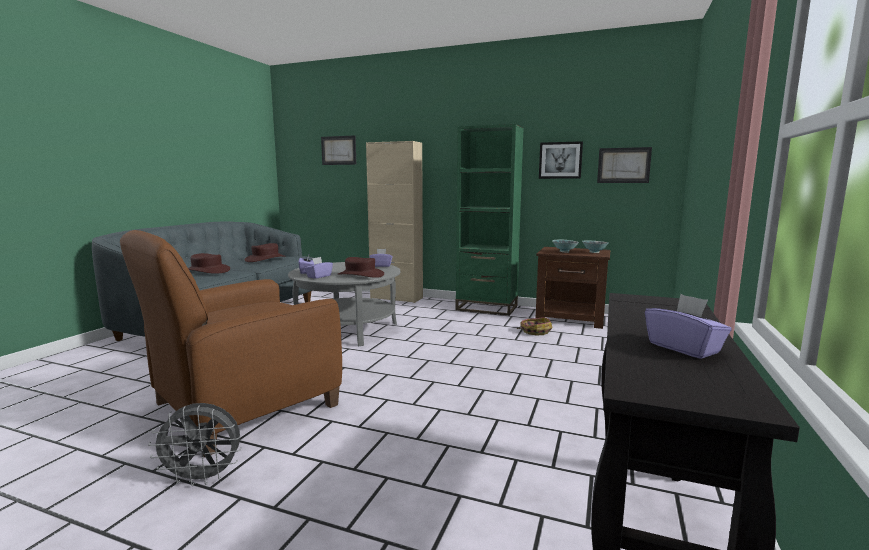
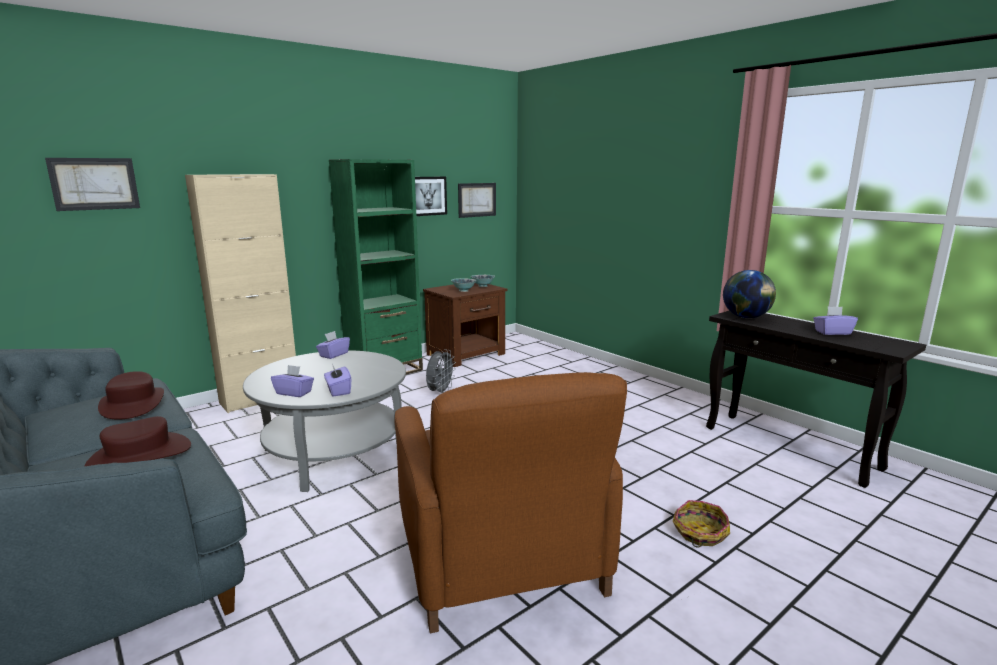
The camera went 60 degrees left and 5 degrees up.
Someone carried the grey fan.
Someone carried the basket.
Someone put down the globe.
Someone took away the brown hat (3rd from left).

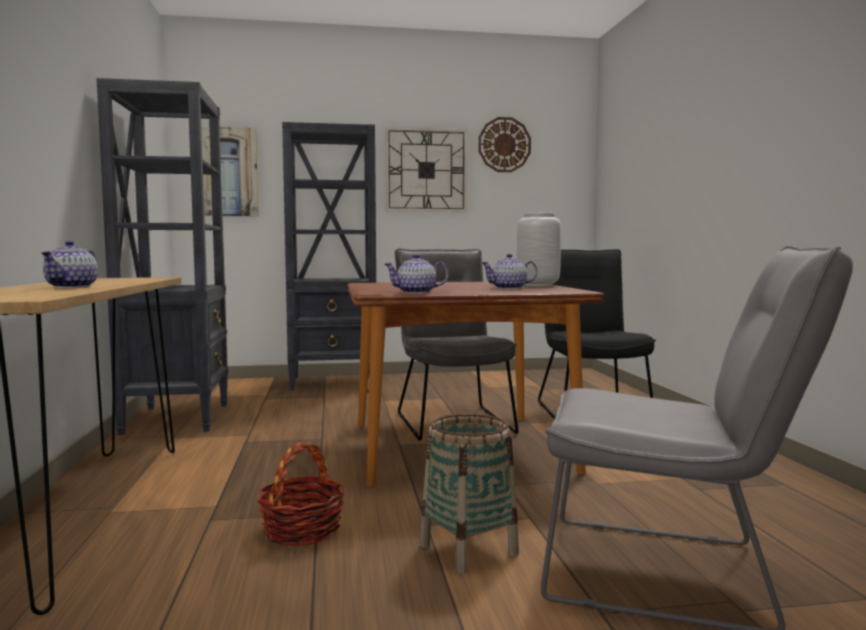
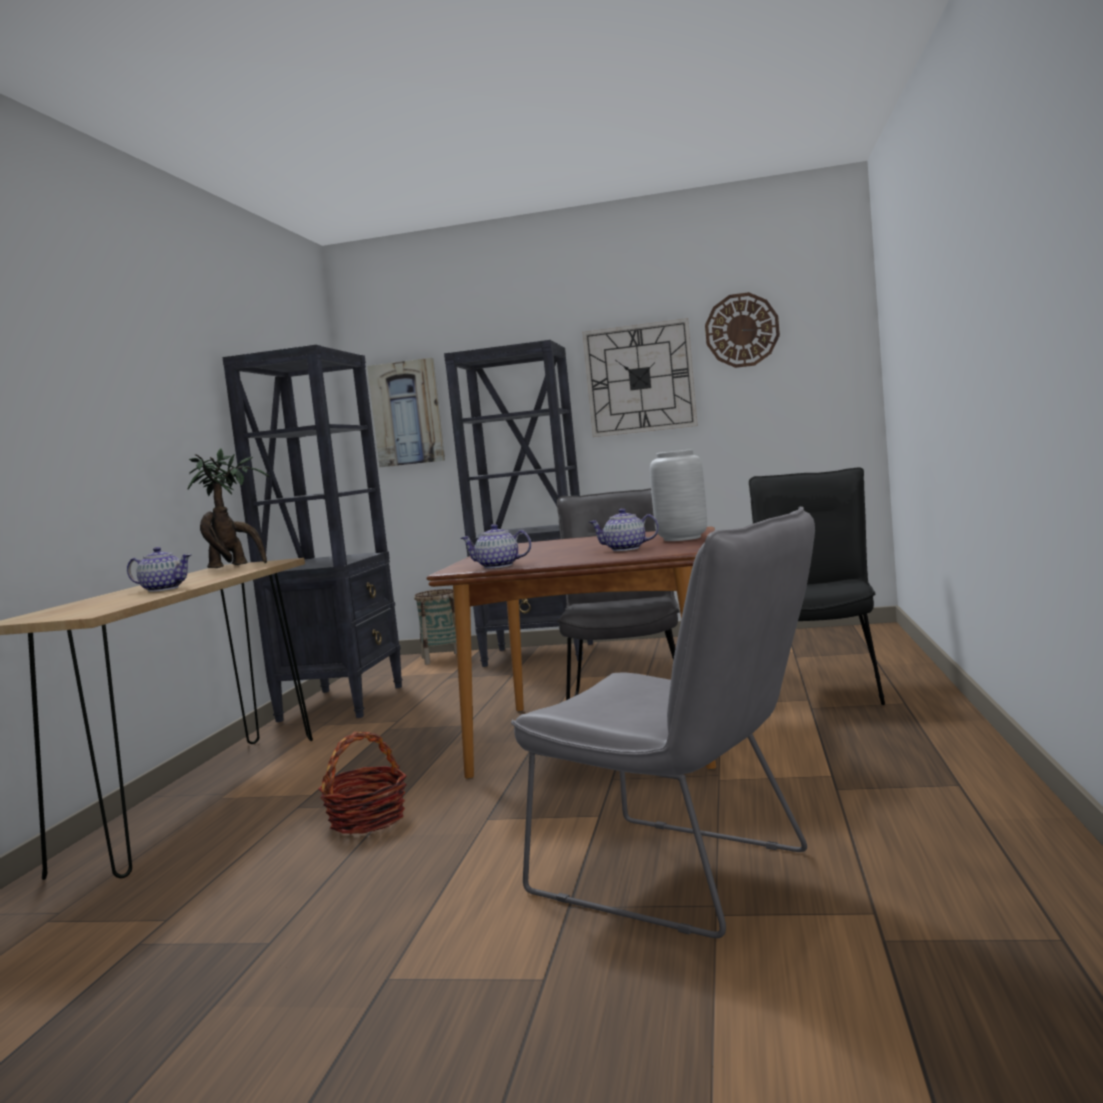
The camera went 20 degrees right and 0 degrees up.
Someone rotated the teapot (1st from left) by 105 degrees counterclockwise.
Someone put down the potted plant.
Someone carried the basket (2nd from left).

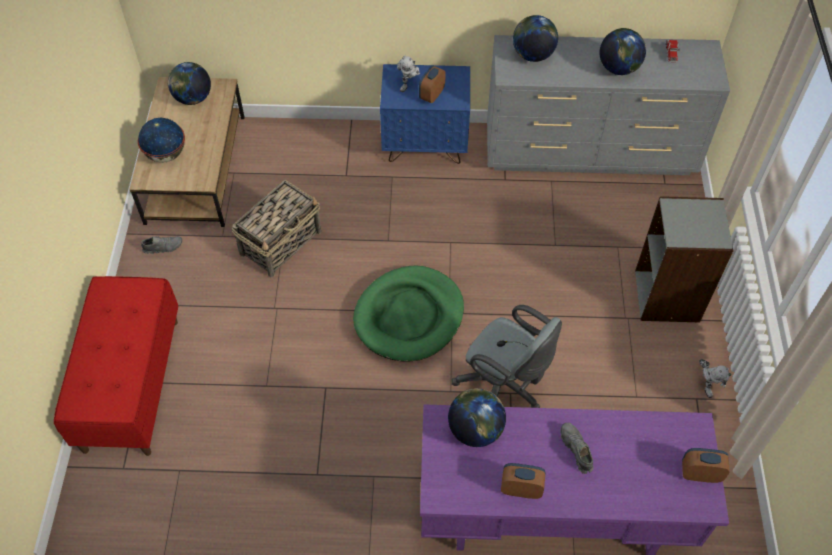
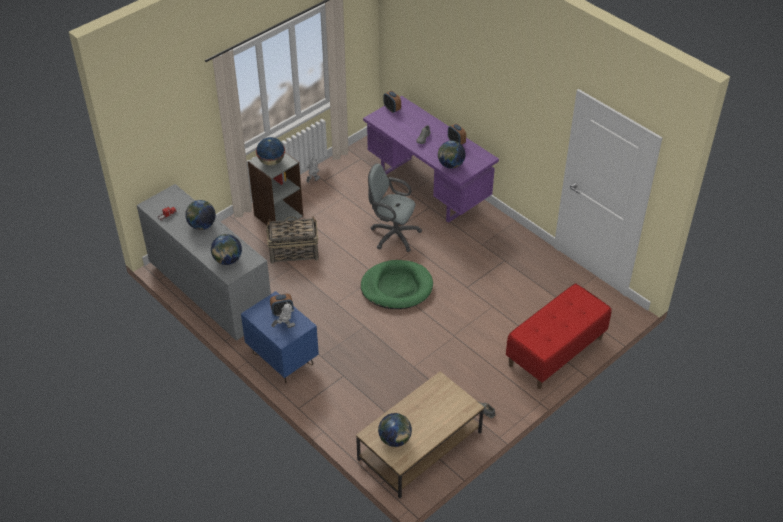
The camera went 135 degrees left and 10 degrees down.
Someone carried the globe (1st from left in the first image).
Someone carried the basket.
Someone rotated the grey office chair by 60 degrees counterclockwise.

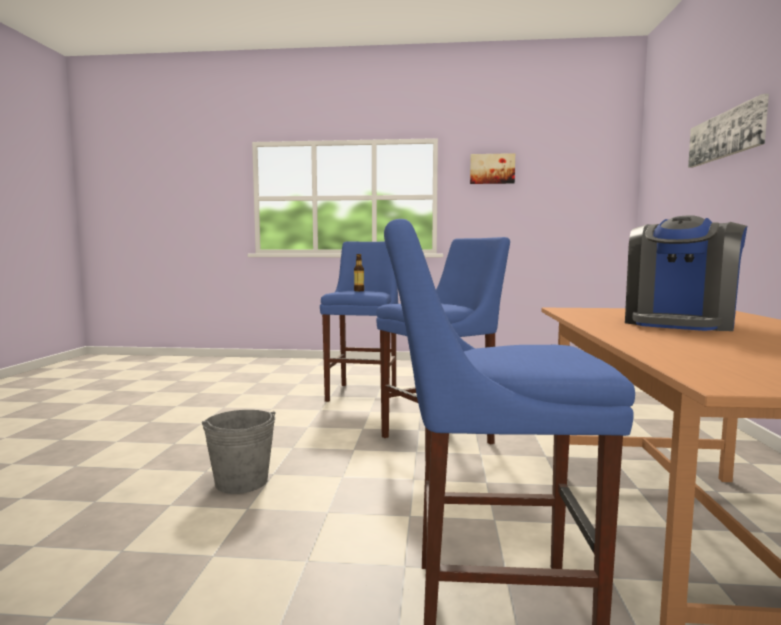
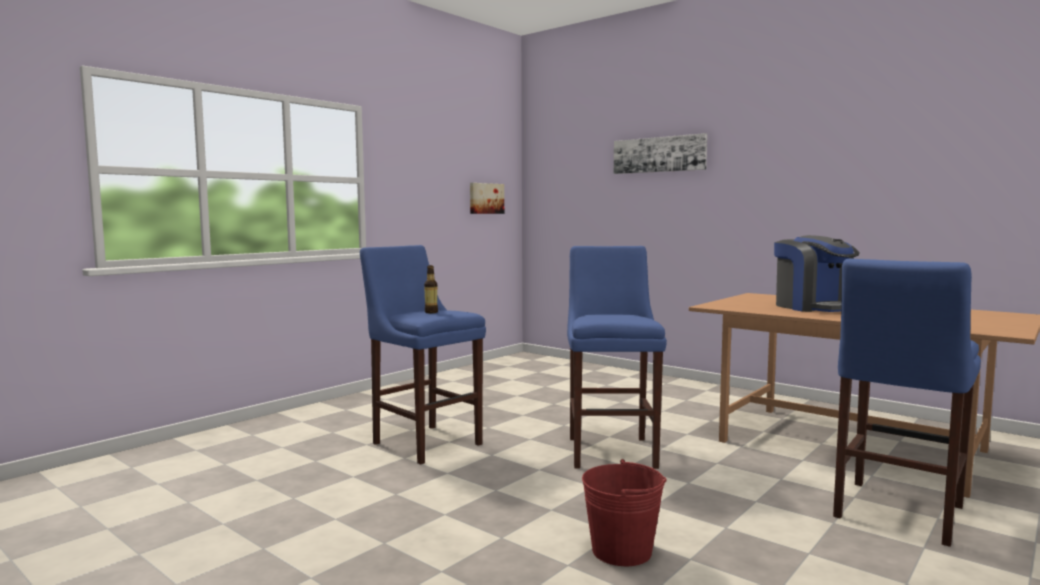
The camera went 55 degrees left and 0 degrees up.
Someone carried the picture (1st from left).
Someone repainted the grey bucket, which became the red bucket.

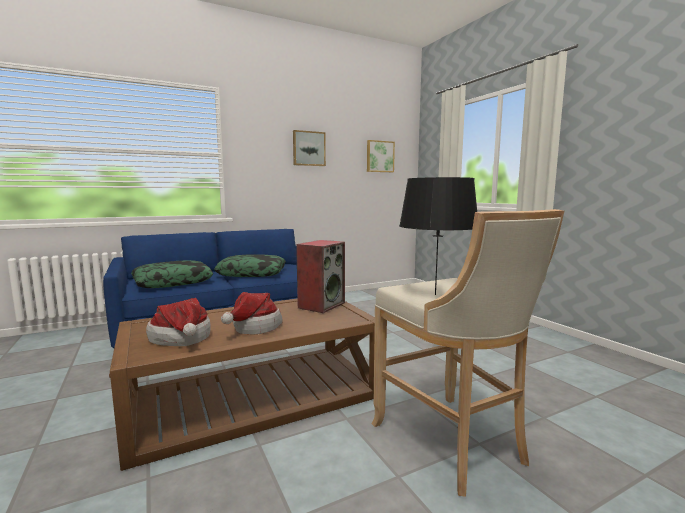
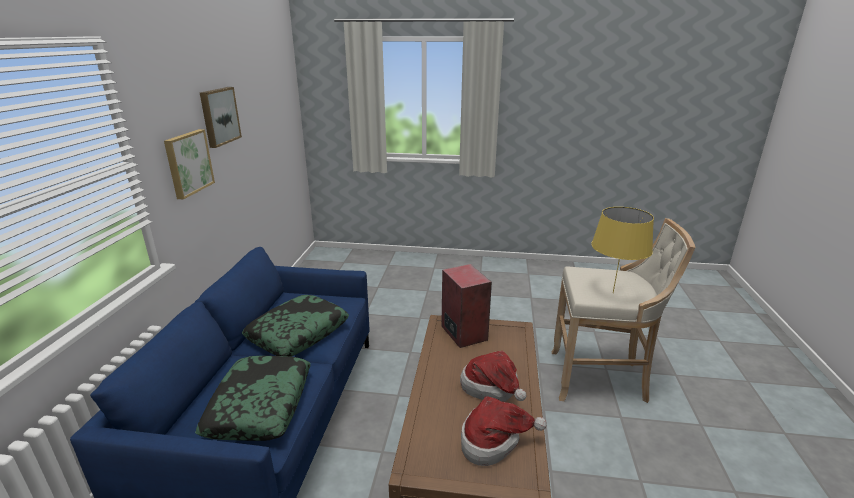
The camera went 55 degrees left and 15 degrees up.
Someone carried the picture (2nd from left in the first image).
Someone repainted the black table lamp, which became the yellow table lamp.

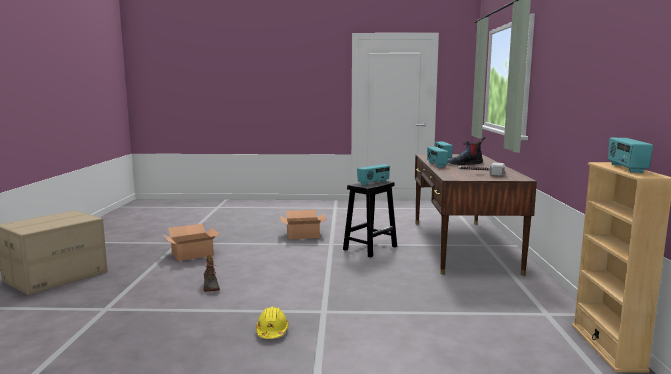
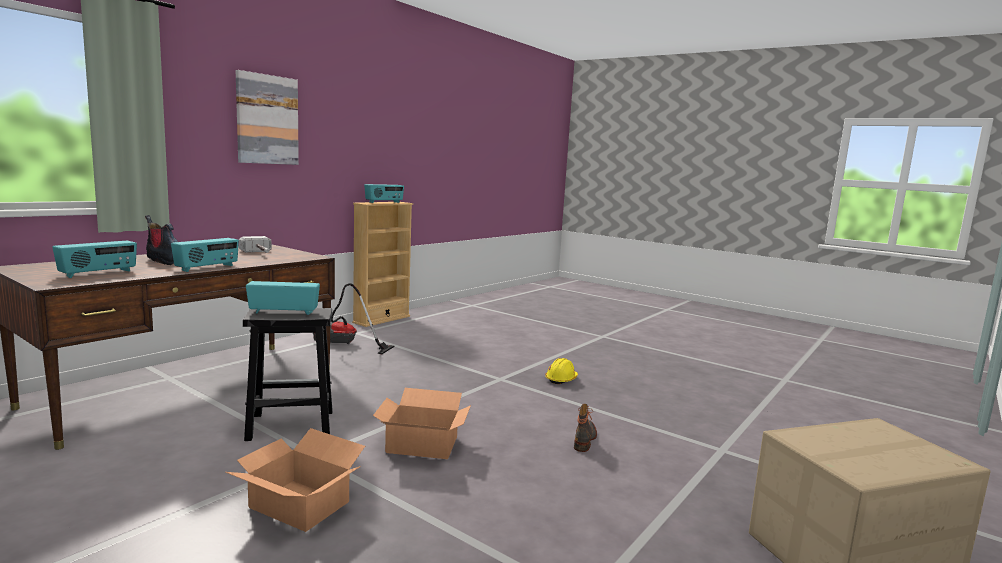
The camera went 145 degrees left and 0 degrees up.
Someone put up the picture.
Someone put down the vacuum cleaner.
Someone carried the cardboard box (2nd from left).

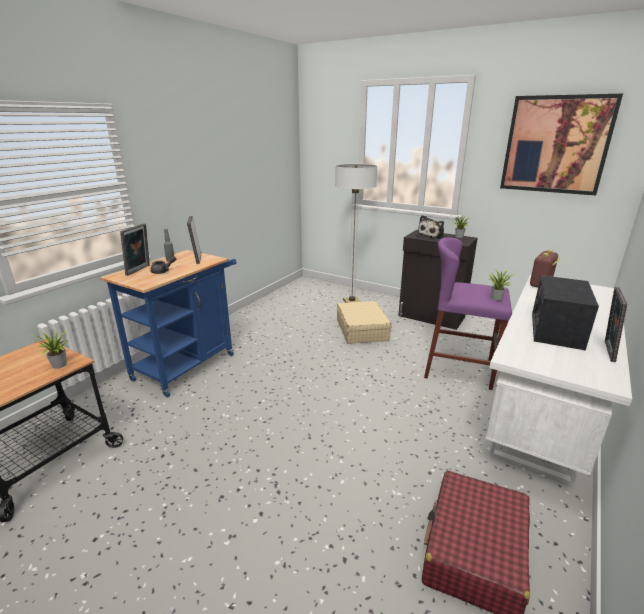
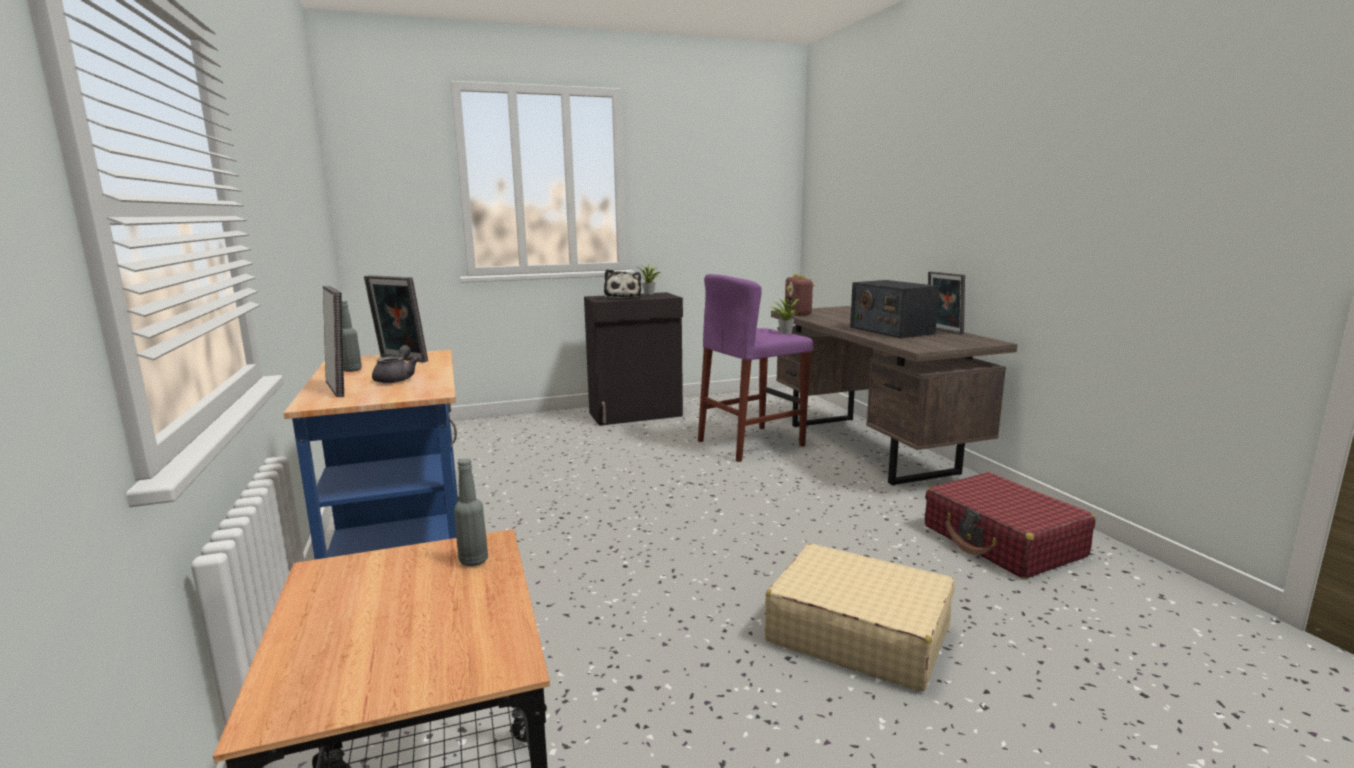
The camera went 50 degrees left and 10 degrees down.
Someone swapped the potted plant (1st from left) for the grey bottle (2nd from left).
Someone carried the beige suitcase.
Someone repainted the white desk, which became the brown desk.
Someone took away the floor lamp.
Someone took away the picture.

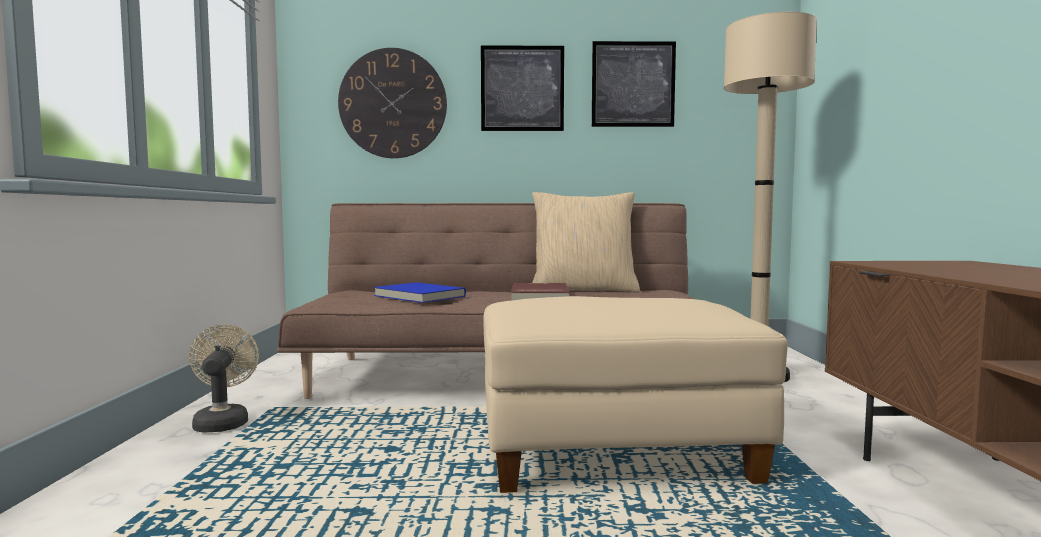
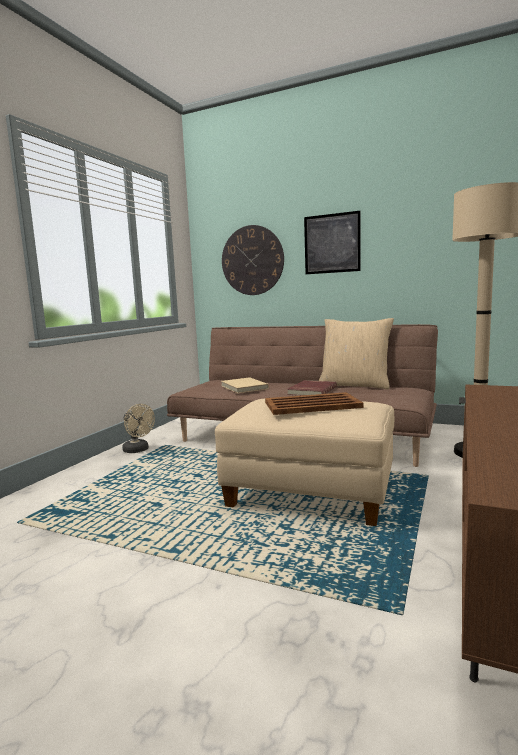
The camera went 25 degrees right and 5 degrees up.
Someone rotated the beige fan by 120 degrees clockwise.
Someone repainted the blue book, which became the beige book.
Someone put down the brown tray.
Someone took away the picture (2nd from left).

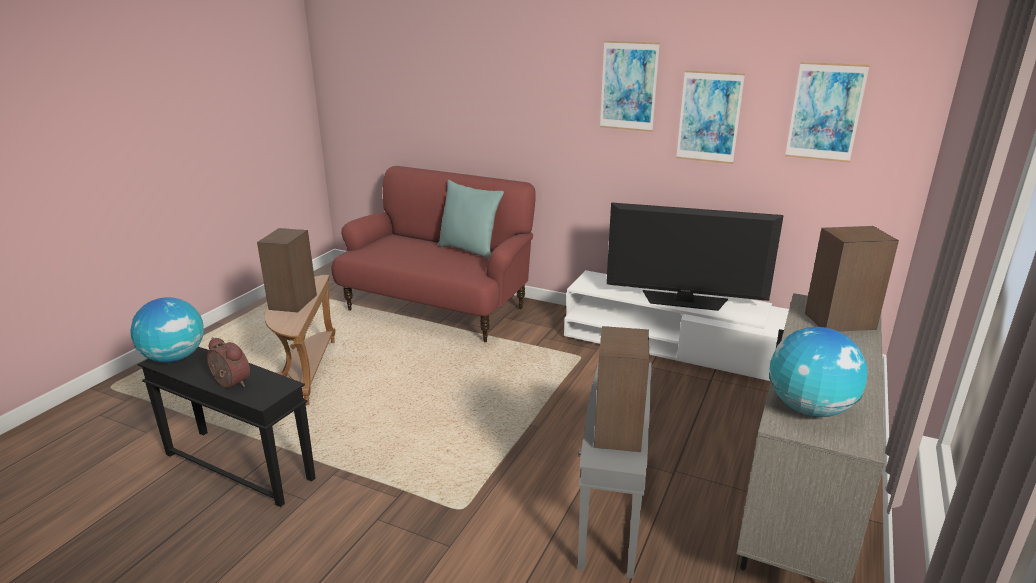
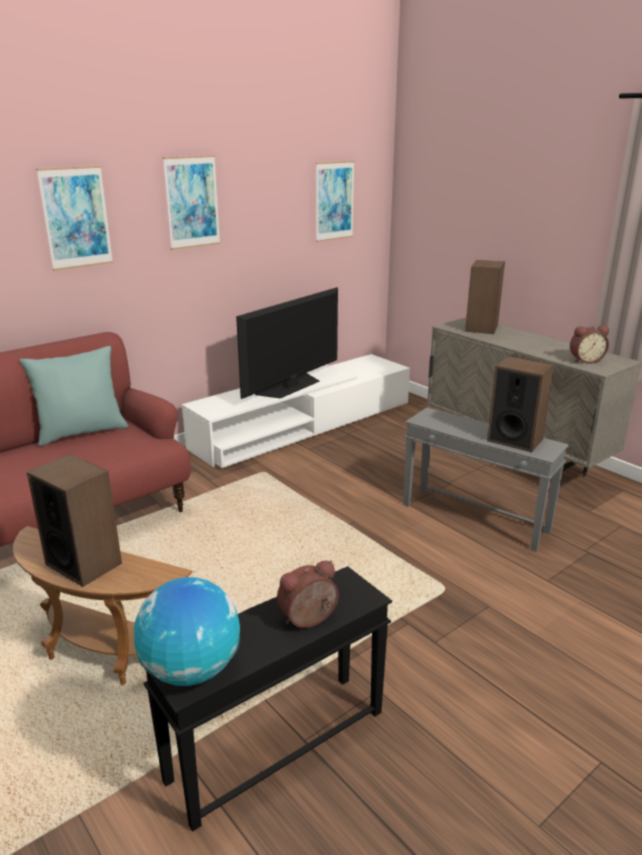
The camera went 65 degrees left and 0 degrees up.
Someone carried the picture (2nd from left in the first image).
Someone swapped the globe (2nd from left) for the alarm clock (2nd from left).

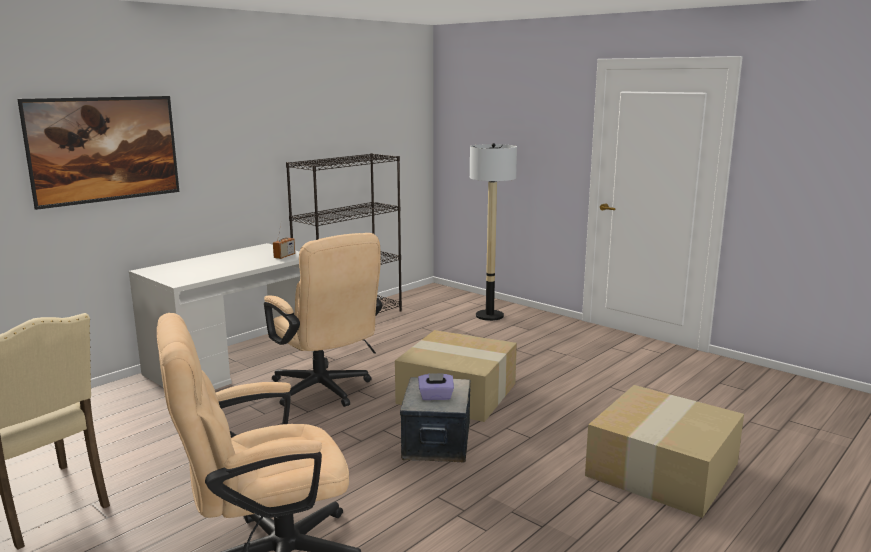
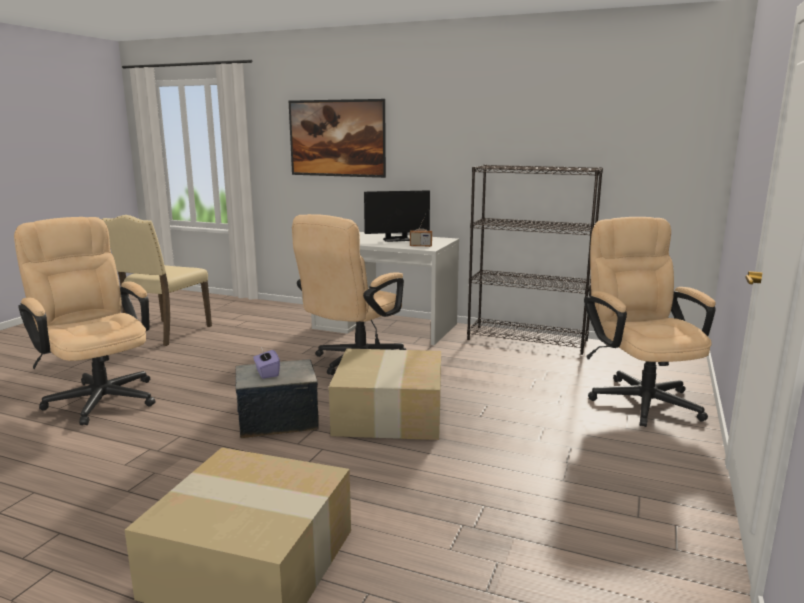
The camera went 70 degrees right and 0 degrees up.
Someone put down the monitor.
Someone swapped the floor lamp for the beige office chair (3rd from left).

